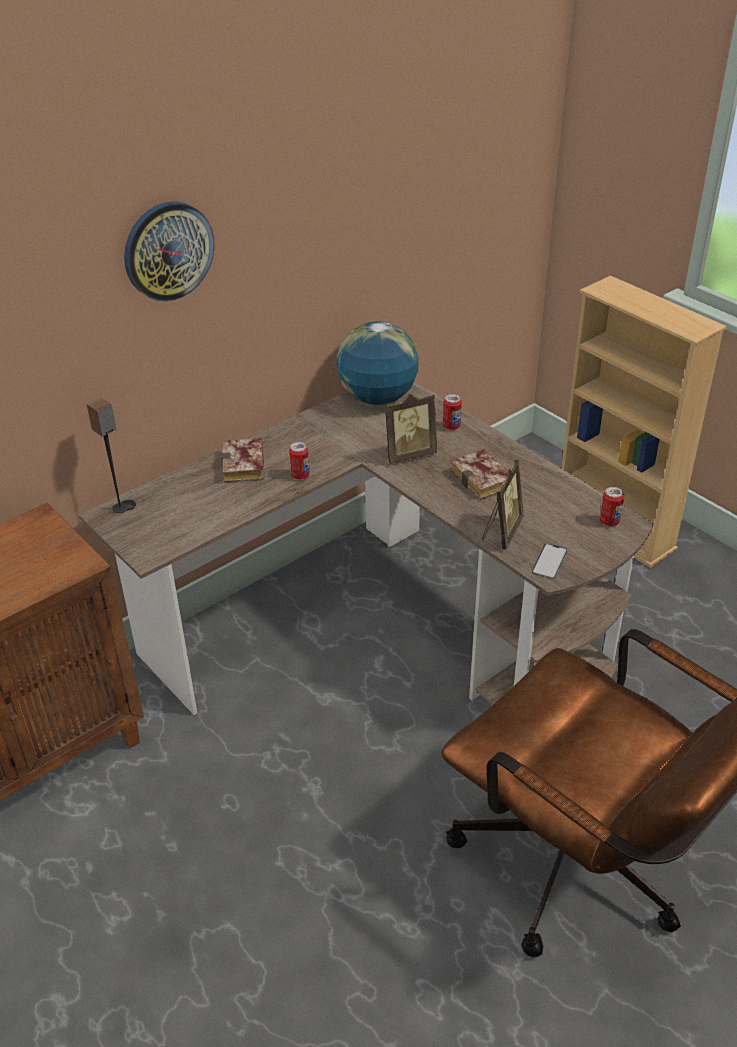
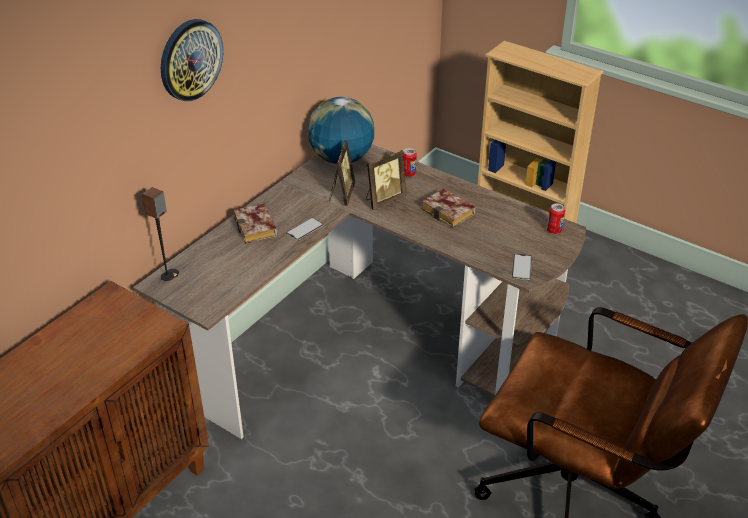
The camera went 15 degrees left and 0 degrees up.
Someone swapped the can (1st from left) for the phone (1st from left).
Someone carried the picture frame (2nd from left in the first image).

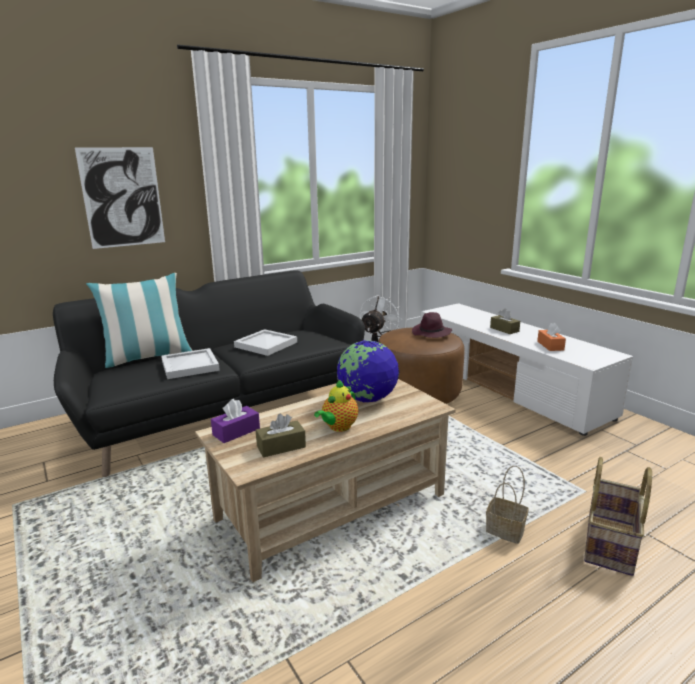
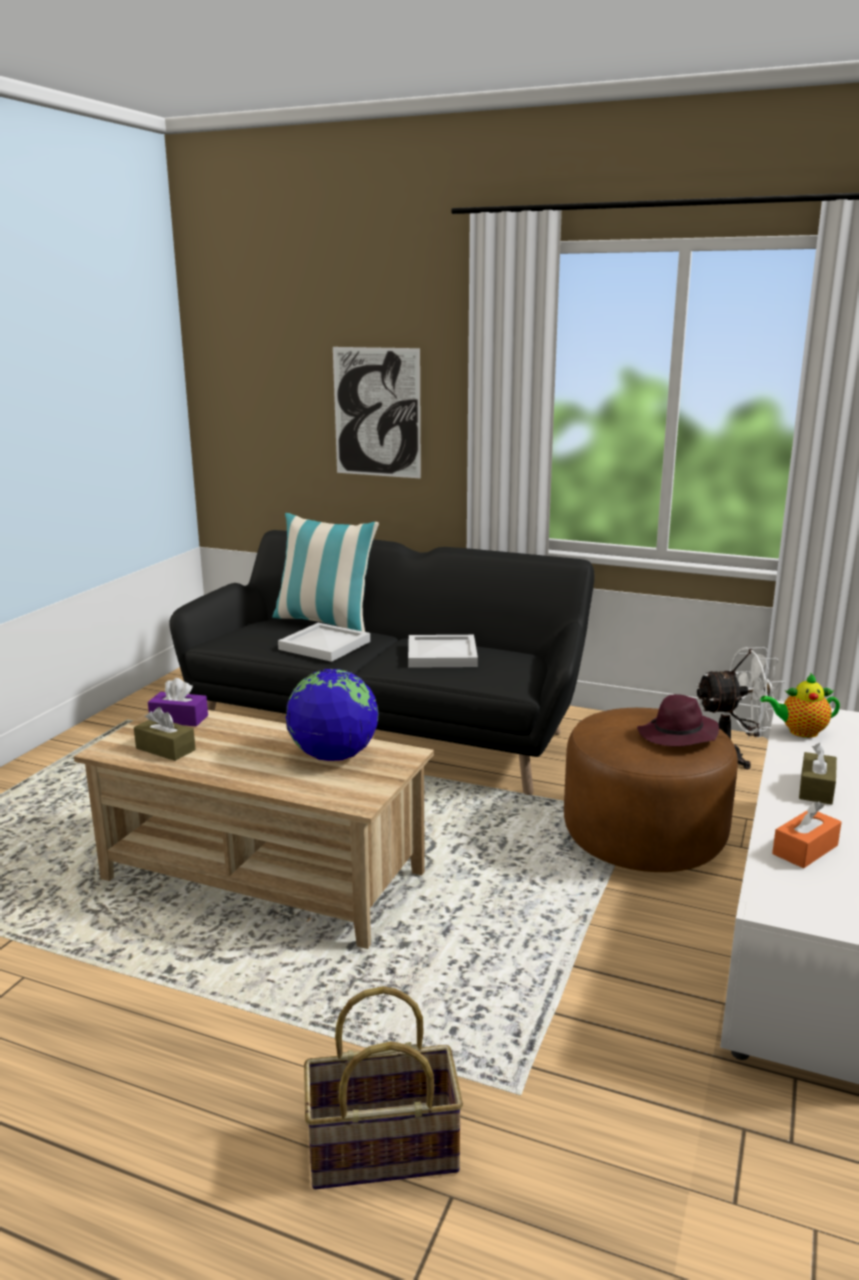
The camera went 55 degrees right and 0 degrees up.
Someone carried the teapot.
Someone took away the basket (1st from left).

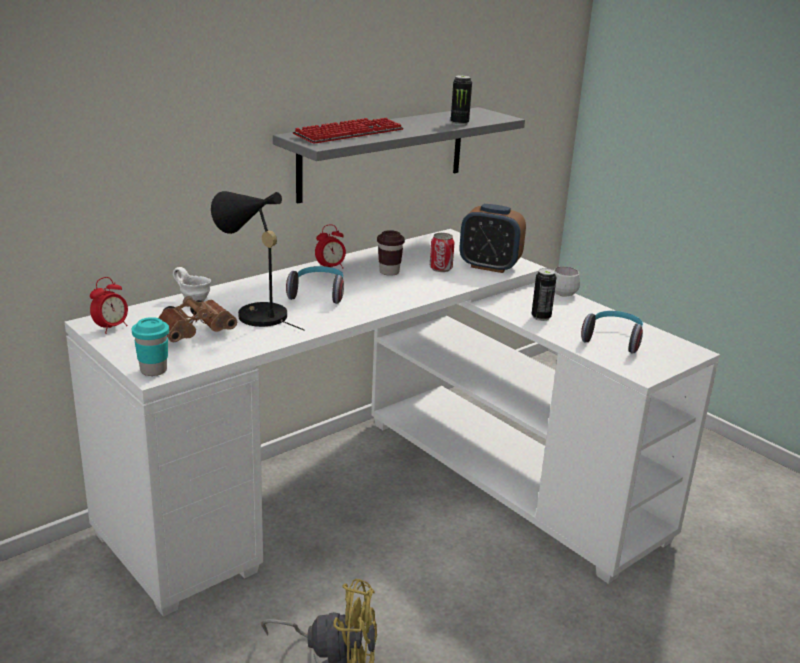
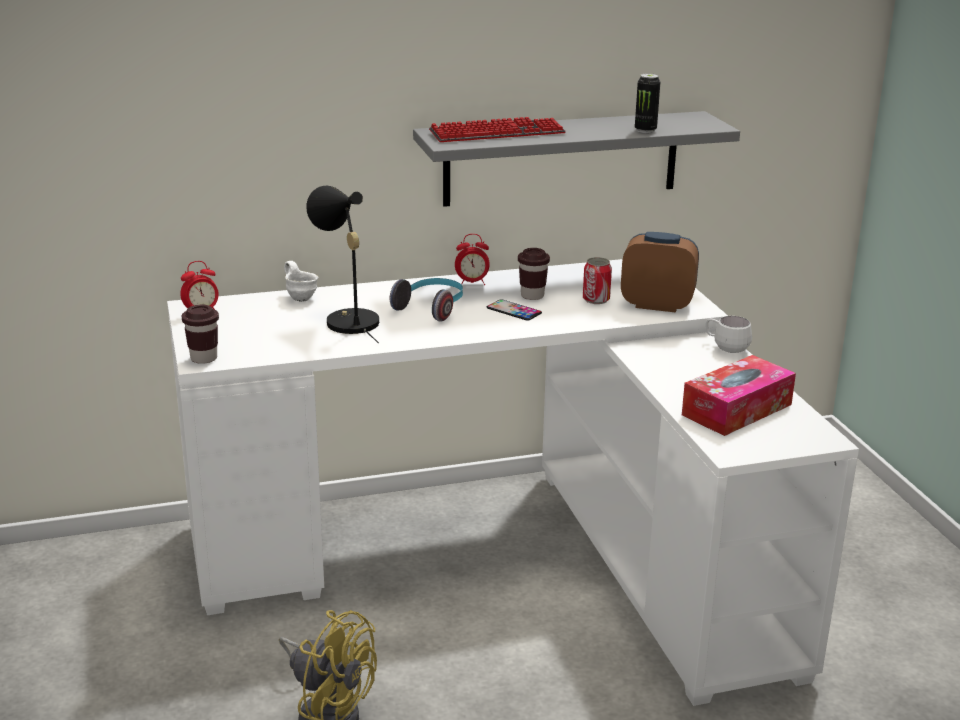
The camera went 25 degrees right and 0 degrees up.
Someone repainted the turquoise cup, which became the brown cup (1st from left).
Someone put down the phone.
Someone rotated the alarm clock (3rd from left) by 150 degrees clockwise.
Someone swapped the headphones (2nd from left) for the tissue box.
Someone took away the brown binoculars.
Someone took away the can (3rd from left).

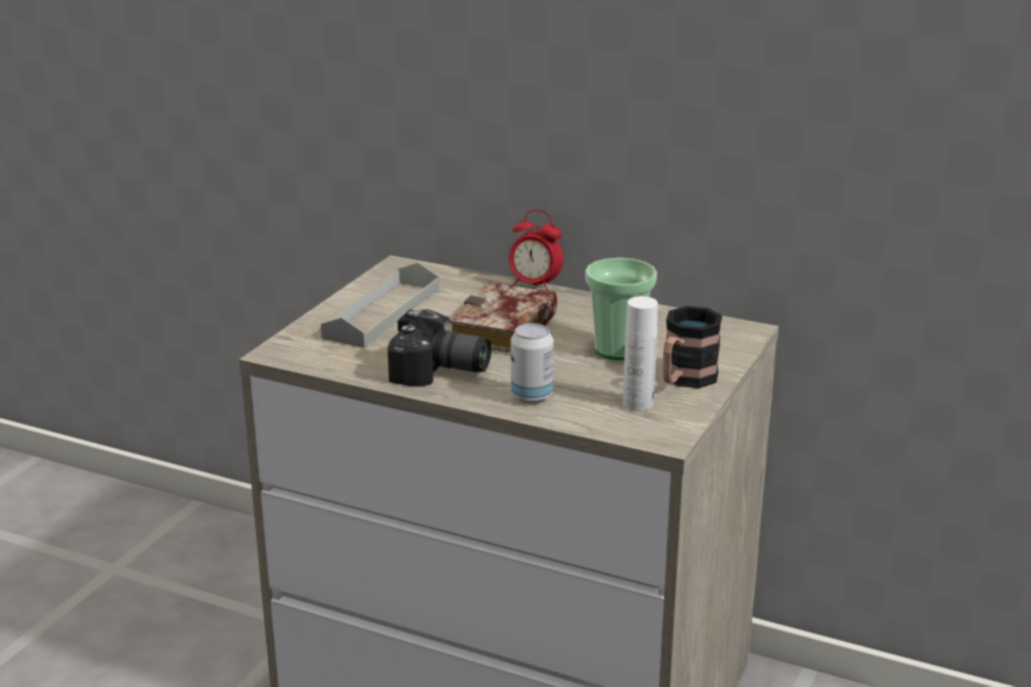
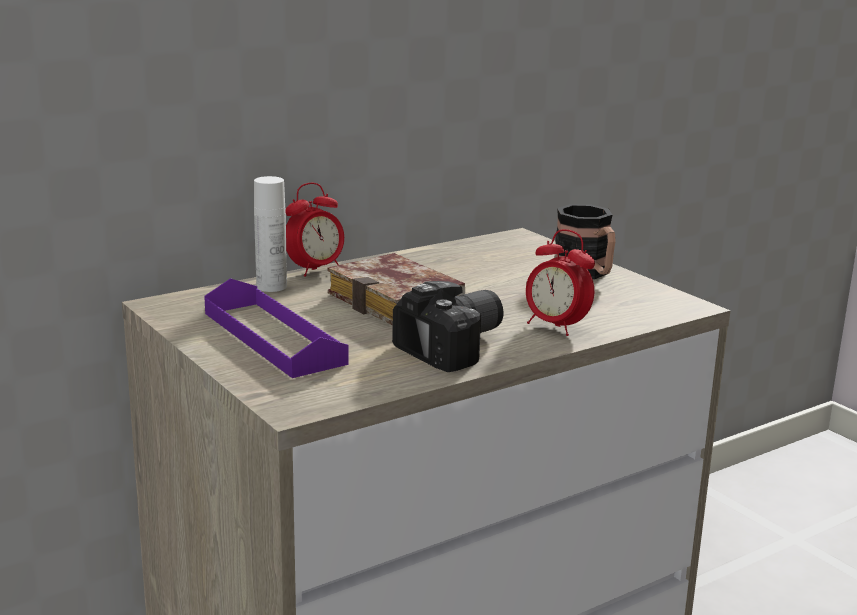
The camera went 60 degrees left and 5 degrees down.
Someone repainted the grey tray, which became the purple tray.
Someone carried the white bottle.
Someone swapped the can for the alarm clock (2nd from left).
Someone took away the cup.

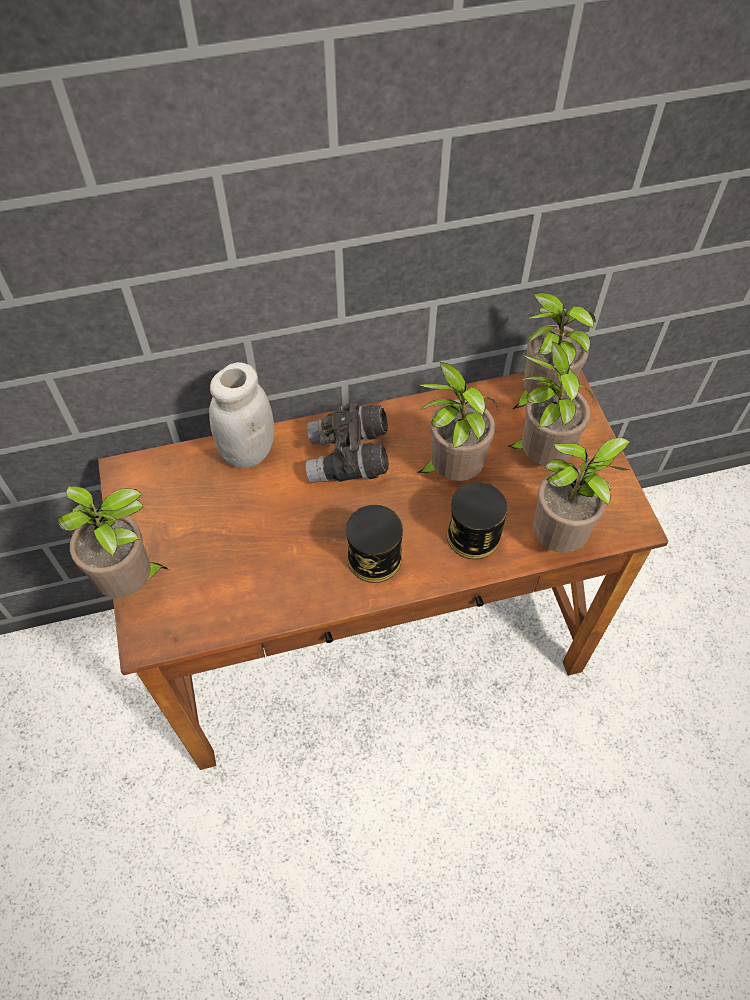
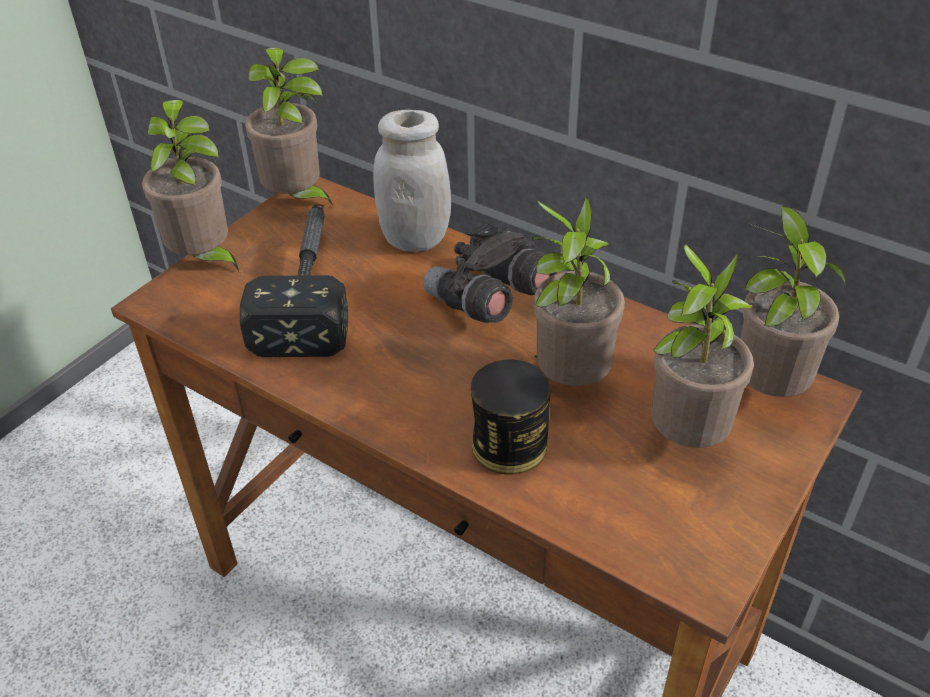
The camera went 50 degrees right and 15 degrees down.
Someone put down the hammer.
Someone carried the potted plant (5th from left in the first image).
Someone took away the can (1st from left).

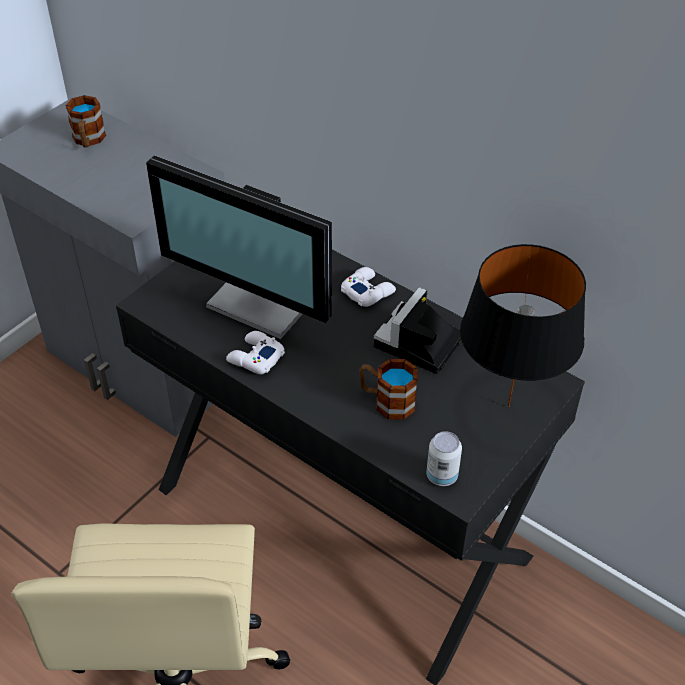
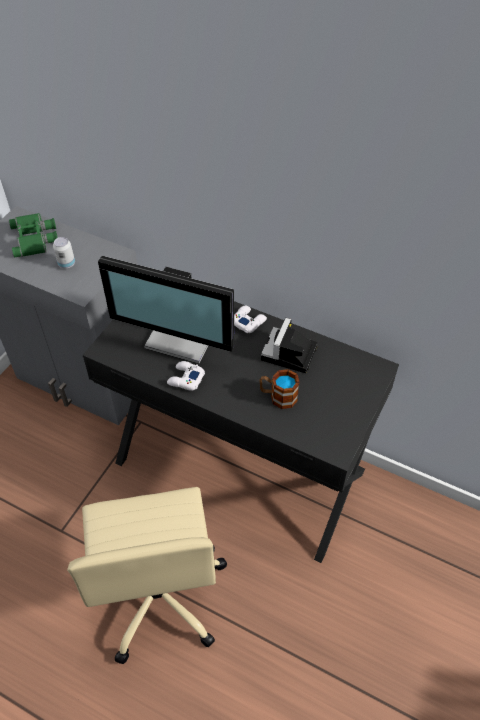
The camera went 10 degrees left and 5 degrees up.
Someone swapped the mug (1st from left) for the green binoculars.
Someone carried the can.
Someone took away the black table lamp.

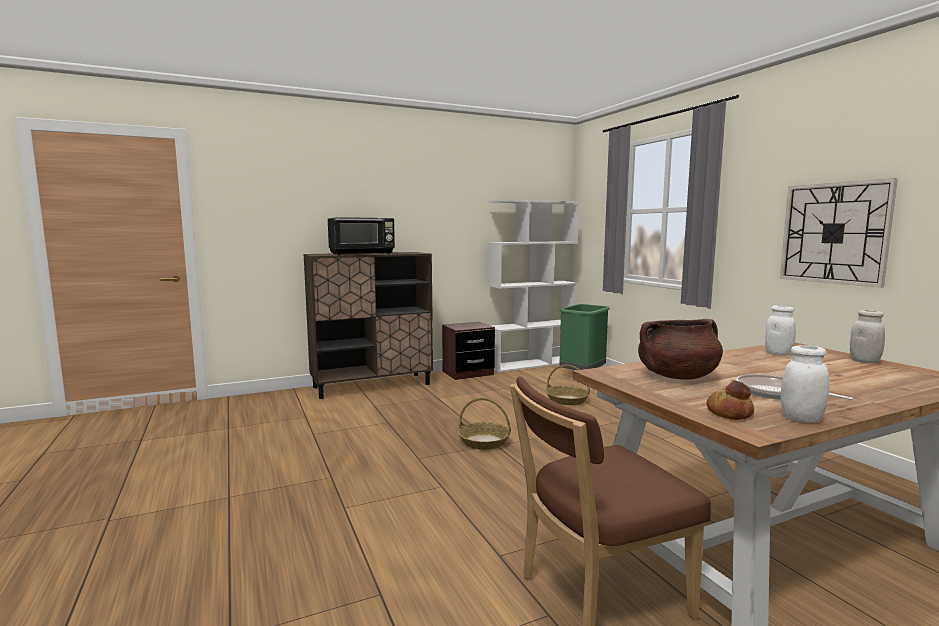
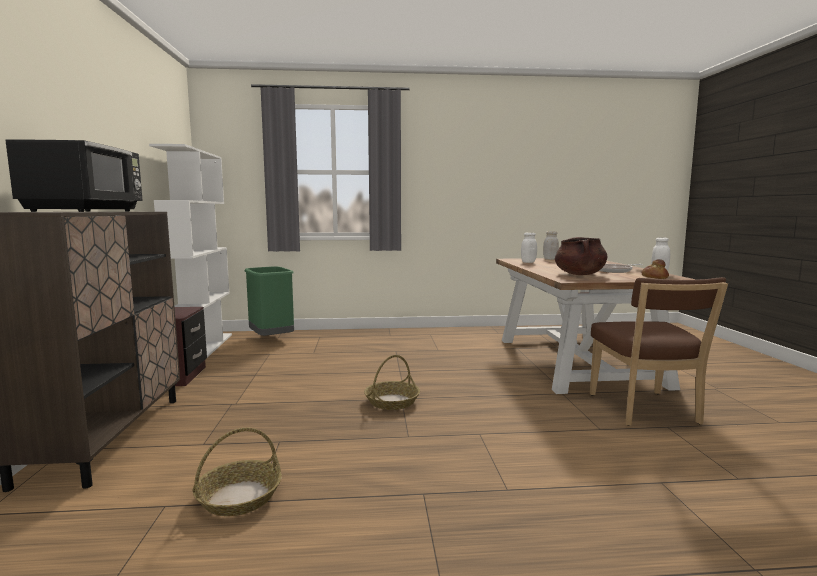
The camera went 70 degrees left and 0 degrees up.
Someone carried the basket (2nd from left in the first image).
Someone took away the wall clock.

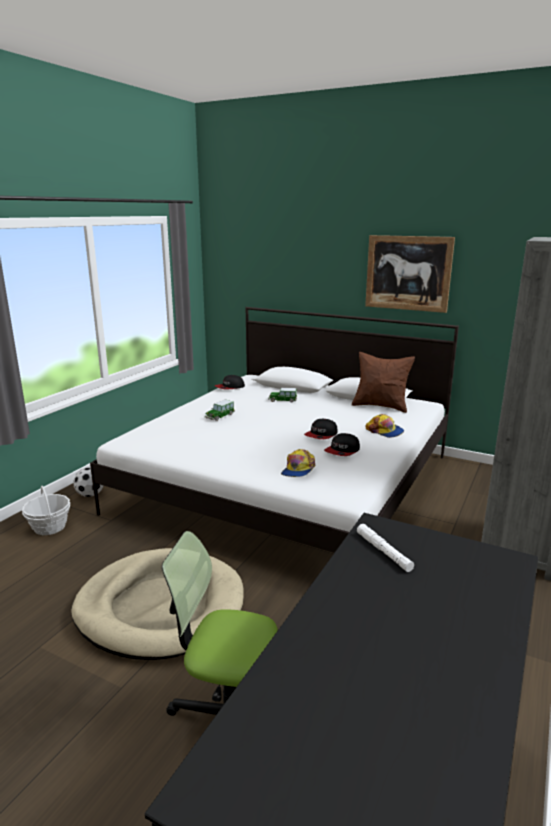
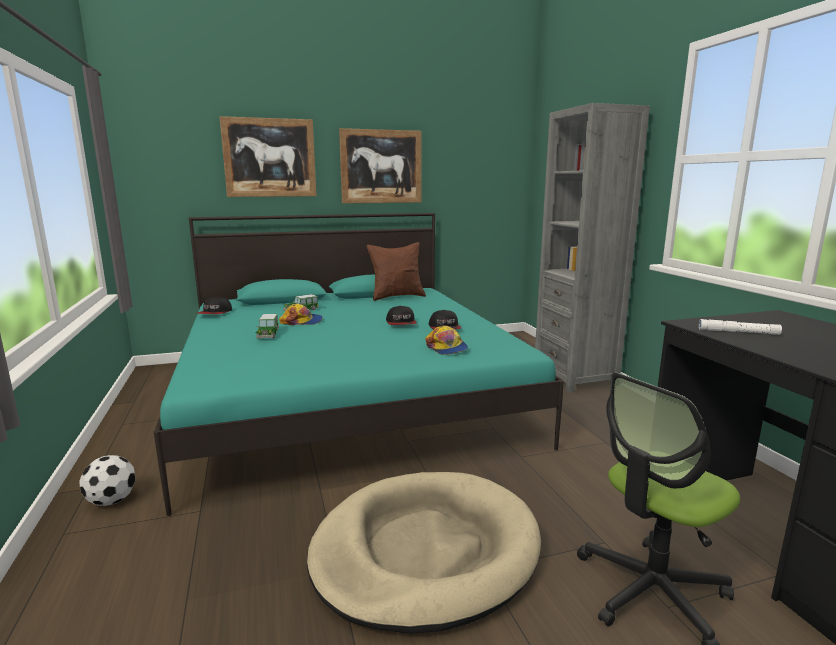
The camera went 45 degrees left and 5 degrees down.
Someone repainted the white bed, which became the turquoise bed.
Someone put up the picture (1st from left).
Someone carried the cap (5th from left in the first image).
Someone took away the basket.

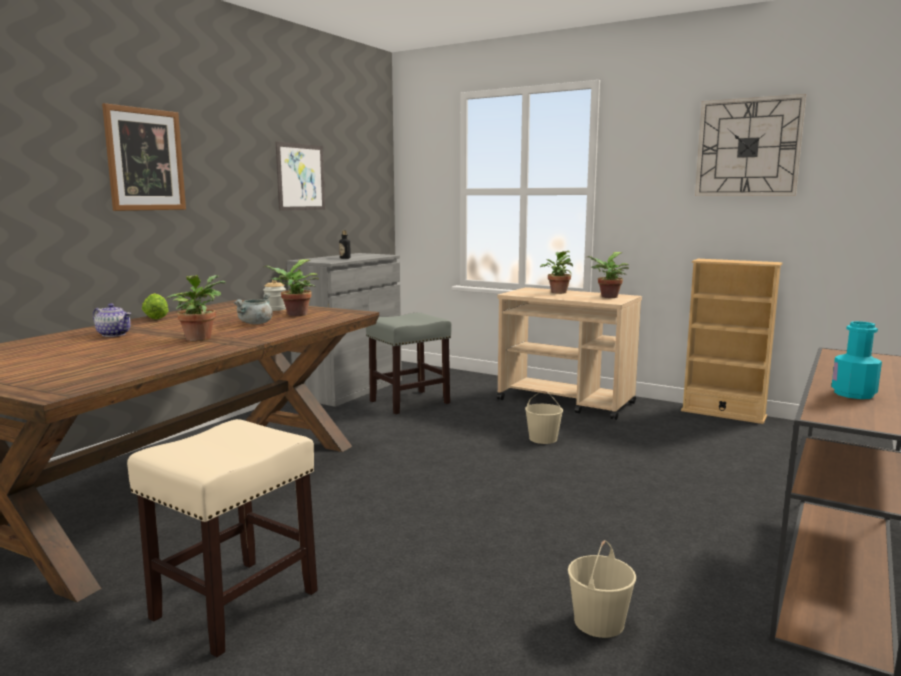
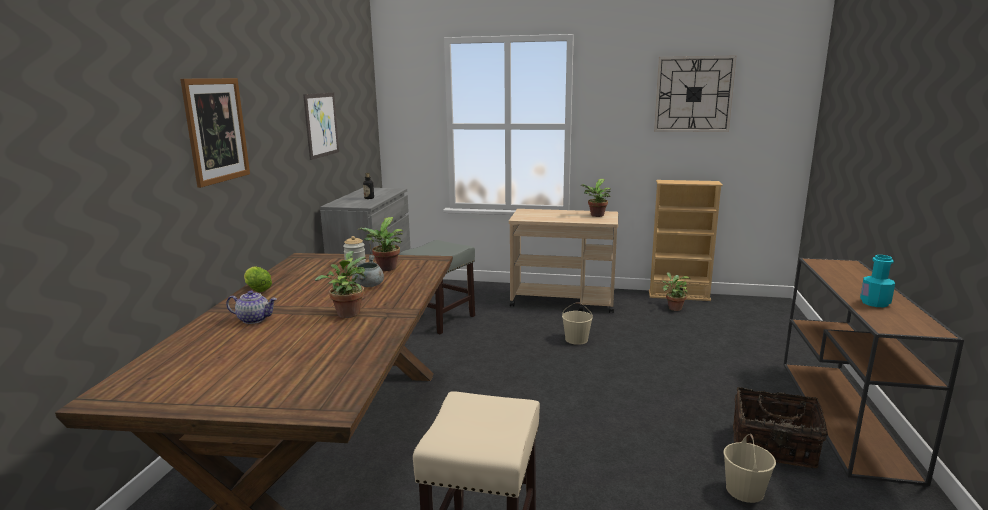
The camera went 20 degrees left and 5 degrees up.
Someone carried the potted plant (3rd from left in the first image).
Someone put down the basket.

